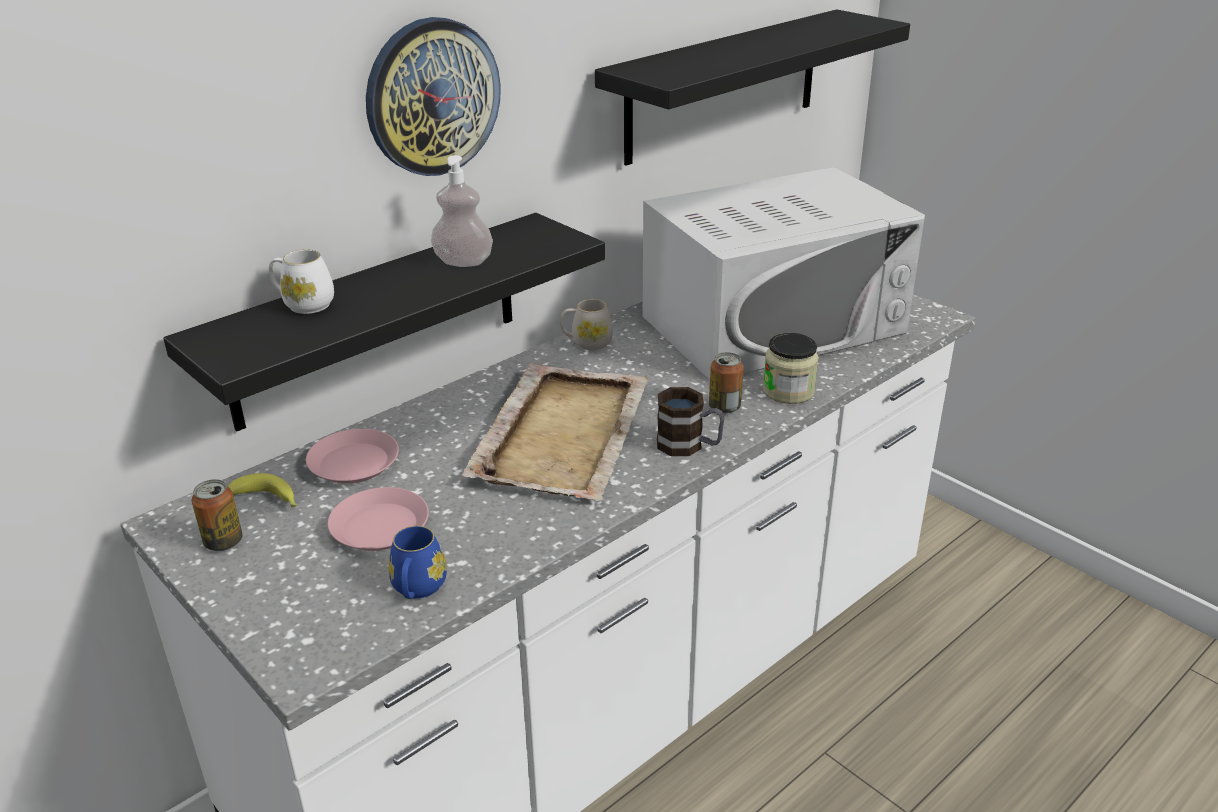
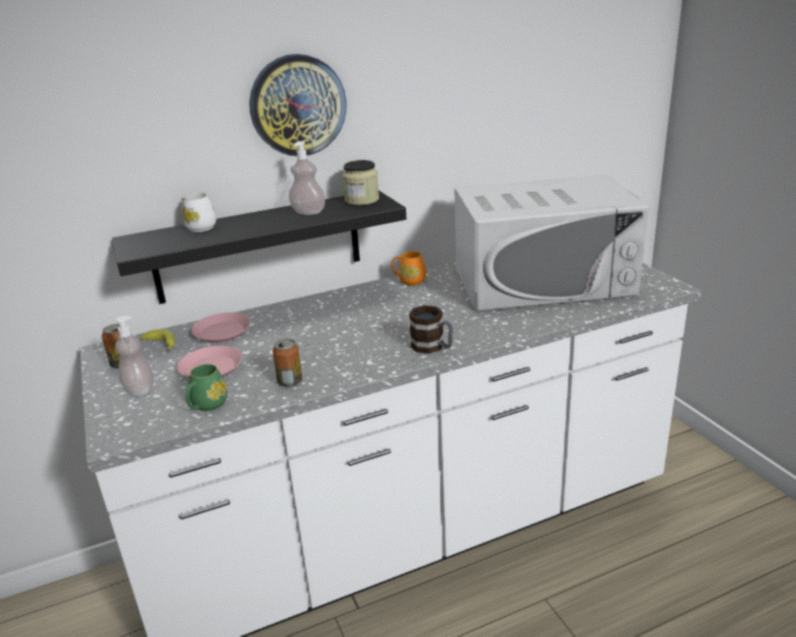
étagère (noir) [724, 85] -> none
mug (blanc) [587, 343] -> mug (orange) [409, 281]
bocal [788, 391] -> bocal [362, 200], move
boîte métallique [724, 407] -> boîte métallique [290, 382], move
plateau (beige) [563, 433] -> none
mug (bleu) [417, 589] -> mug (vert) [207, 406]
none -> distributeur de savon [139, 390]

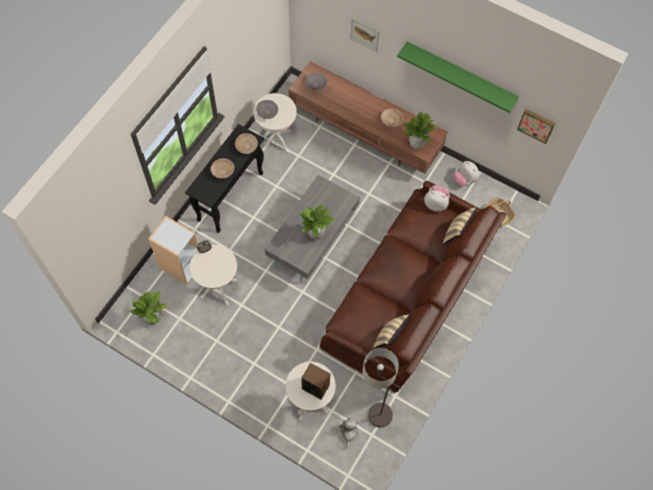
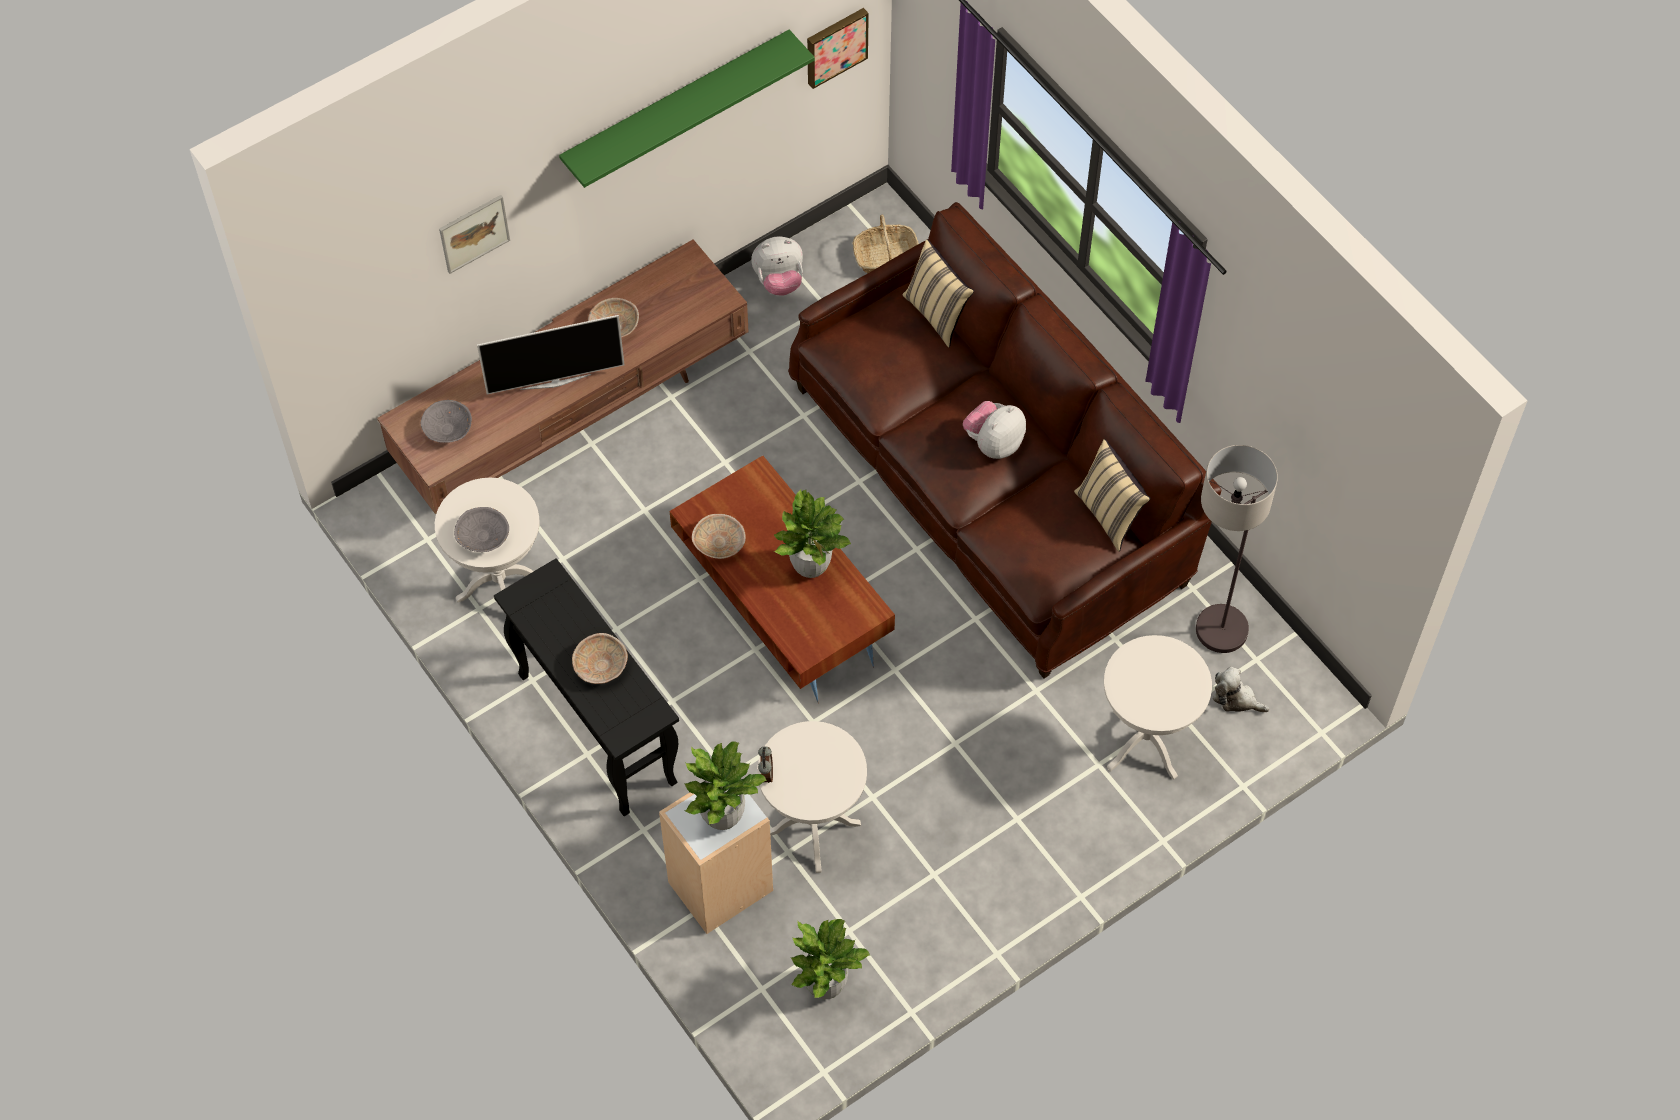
plante en pot [417, 144] -> plante en pot [722, 815], move
bol (beige) [246, 147] -> bol (beige) [720, 543], move
table basse (gris) [313, 240] -> table basse (marron) [783, 606]
peluche [436, 203] -> peluche [993, 443], move
enceinte [315, 387] -> none
none -> téléviseur [555, 381]

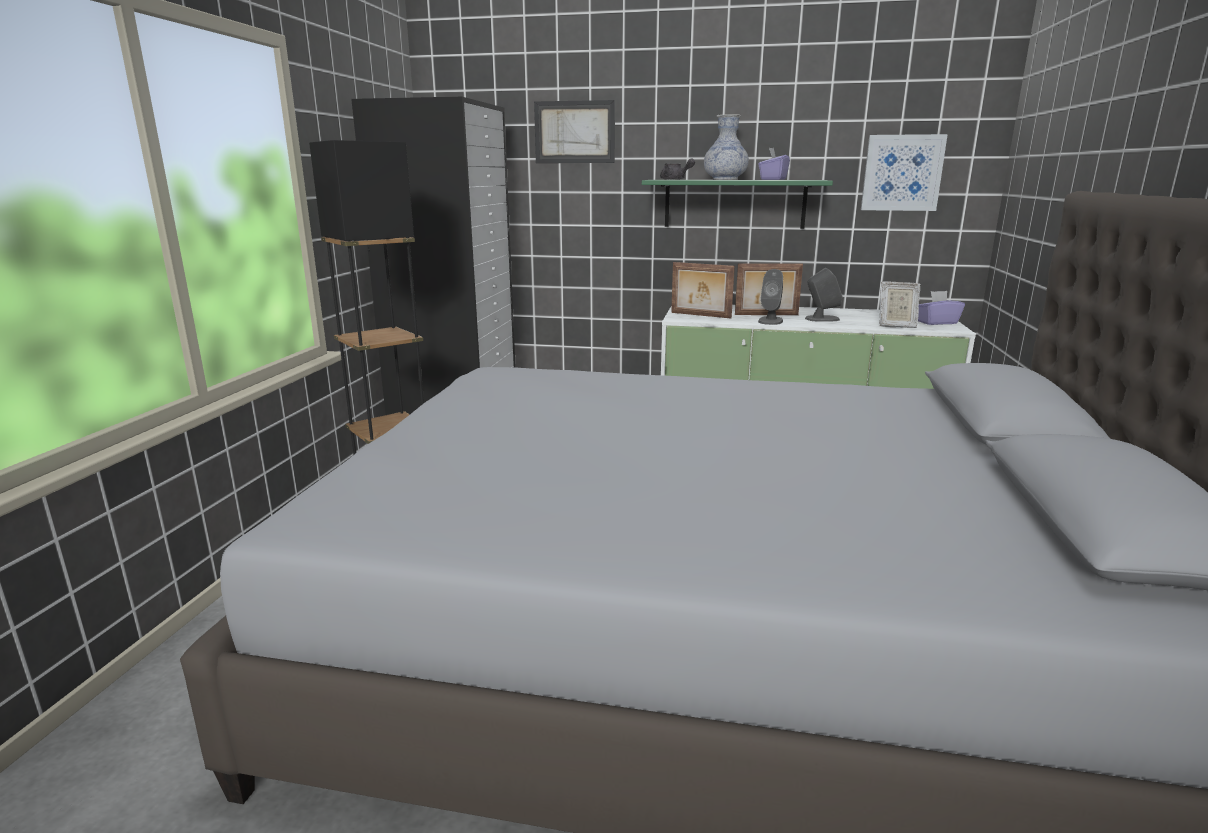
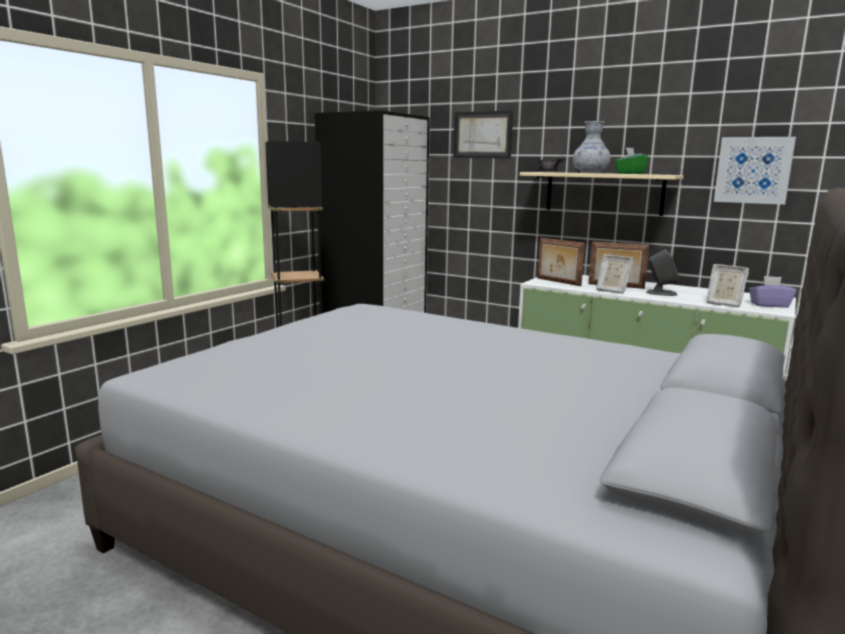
boîte à mouchoirs (violet) [772, 179] -> boîte à mouchoirs (vert) [630, 173]
étagère (vert) [734, 203] -> étagère (beige) [603, 193]
enceinte (gris) [770, 321] -> cadre photo [612, 291]

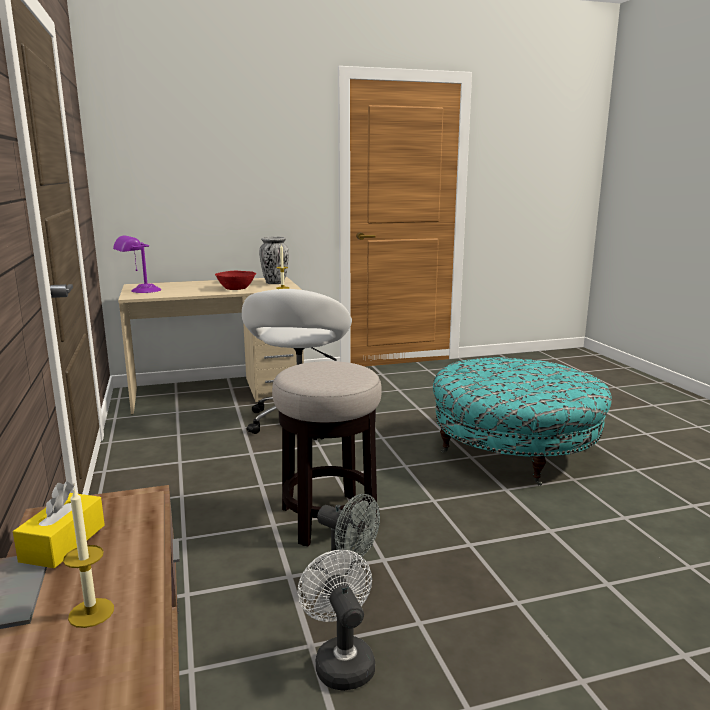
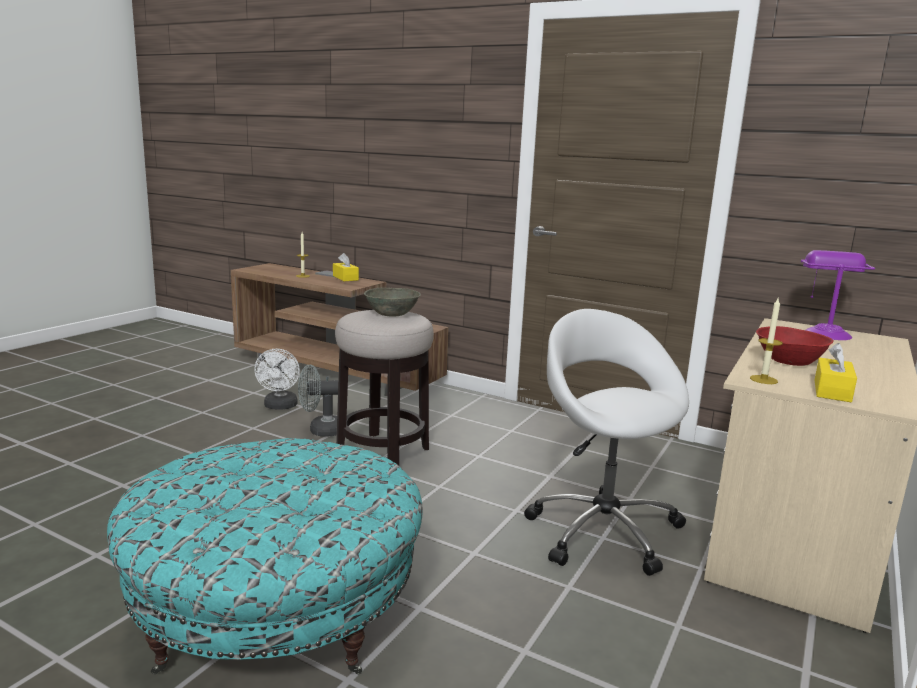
vase [275, 283] -> boîte à mouchoirs (jaune) [832, 391]
ventilateur (blanc) [341, 660] -> ventilateur (blanc) [280, 406], 60 degrees clockwise
none -> bol (gris) [392, 313]

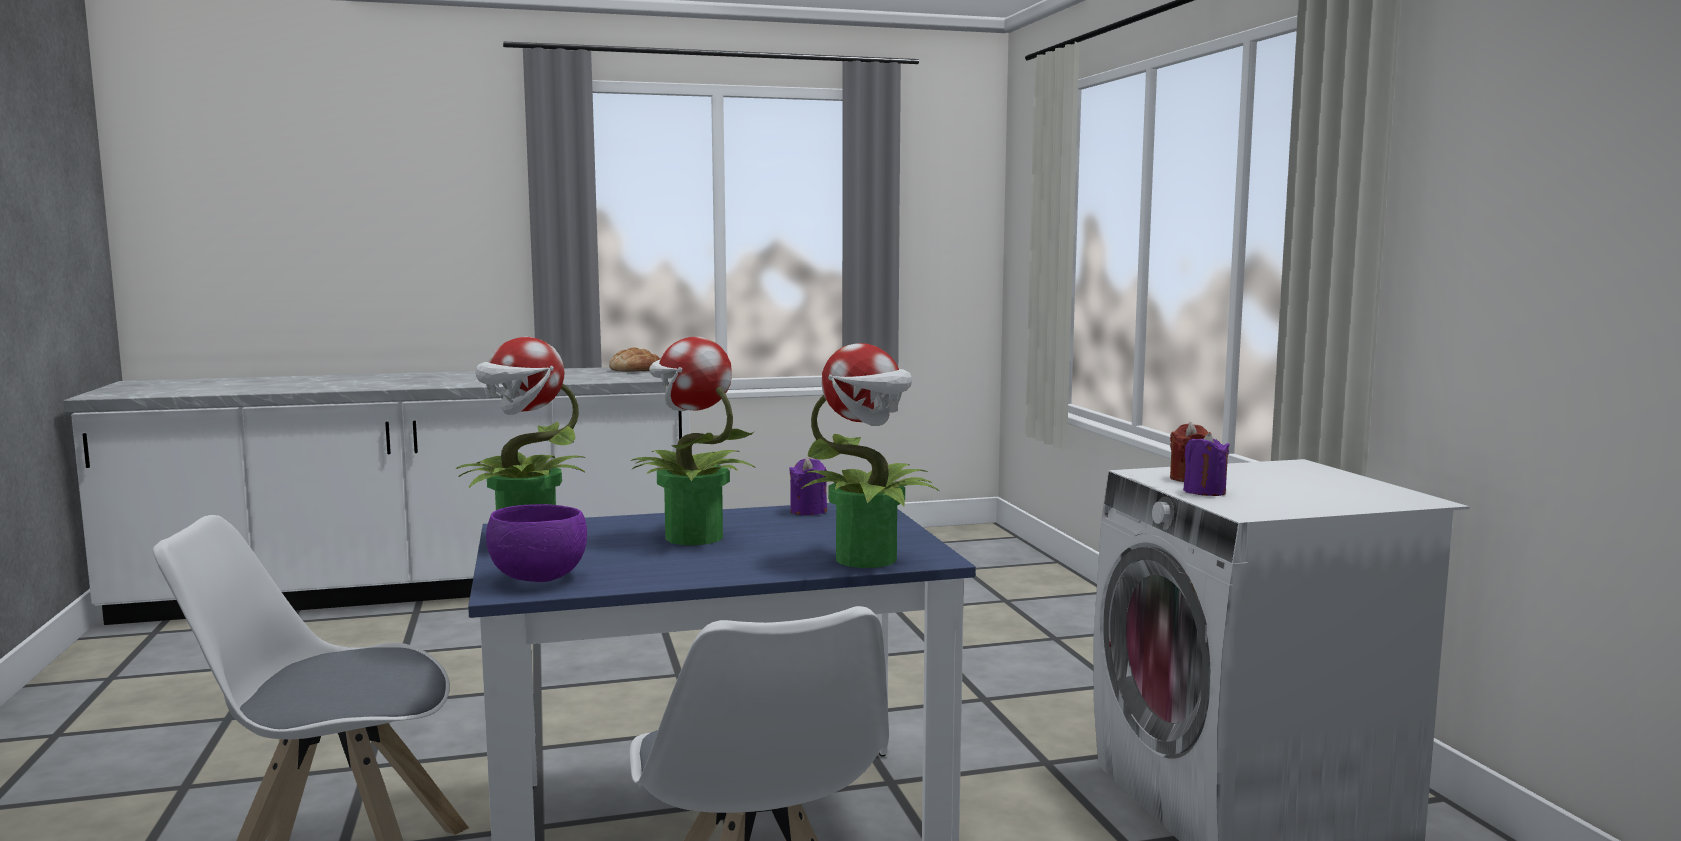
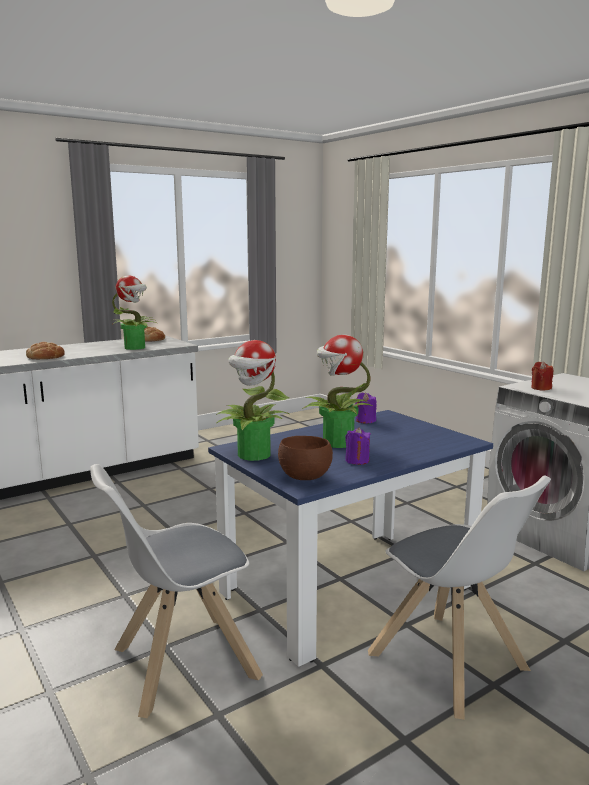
plante en pot [868, 559] -> plante en pot [135, 347], move
bougie (violet) [1204, 492] -> bougie (violet) [357, 460], move
bol (violet) [540, 579] -> bol (marron) [305, 477]
none -> pain [45, 357]

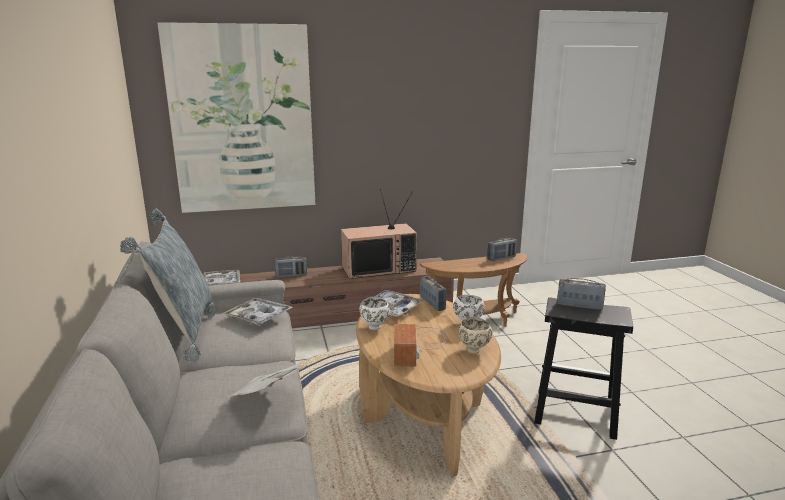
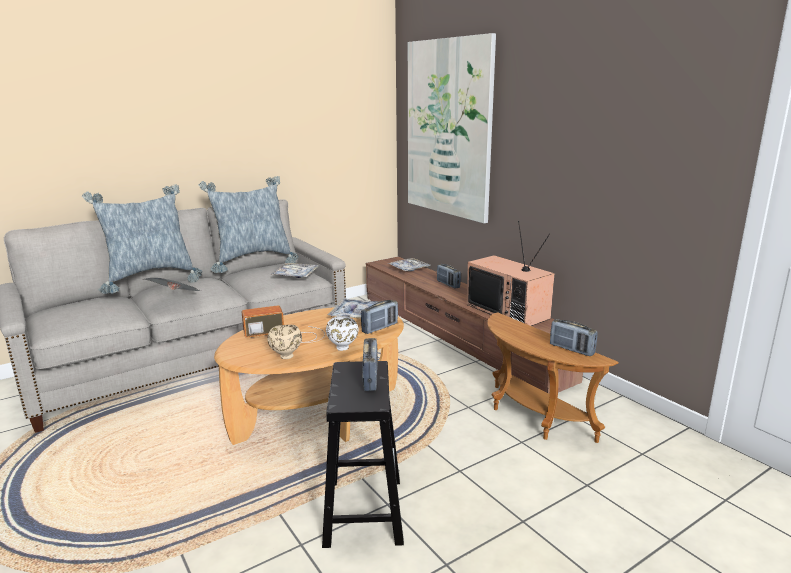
bol (blanc) [375, 327] -> none
none -> coussin [150, 285]

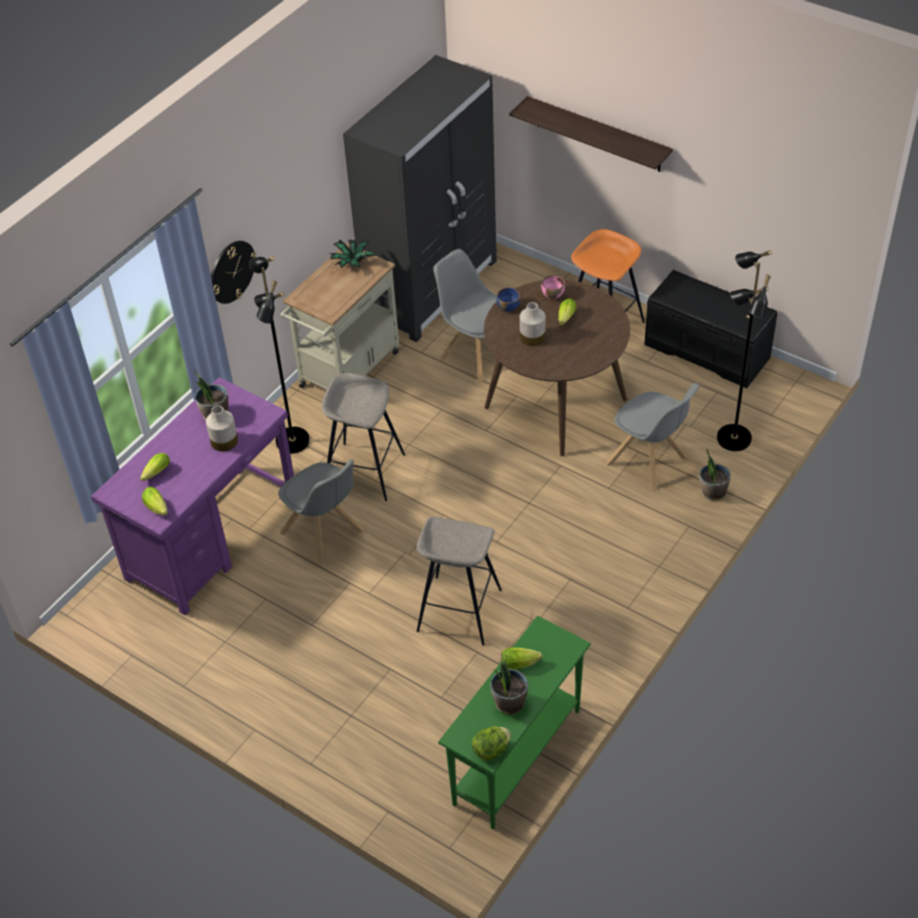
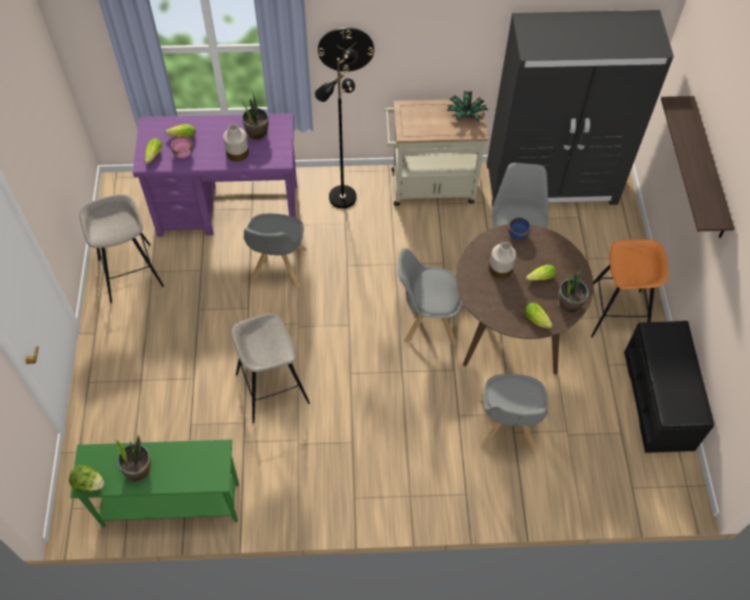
lampadaire (noir) [732, 438] -> none
bol (rose) [552, 294] -> bol (rose) [183, 153], move
tabouret (gris) [364, 471] -> tabouret (gris) [131, 272], move
plante en pot [712, 492] -> plante en pot [569, 304], move
laitue [522, 663] -> laitue [538, 320], move
none -> chaise (gris) [427, 322]

